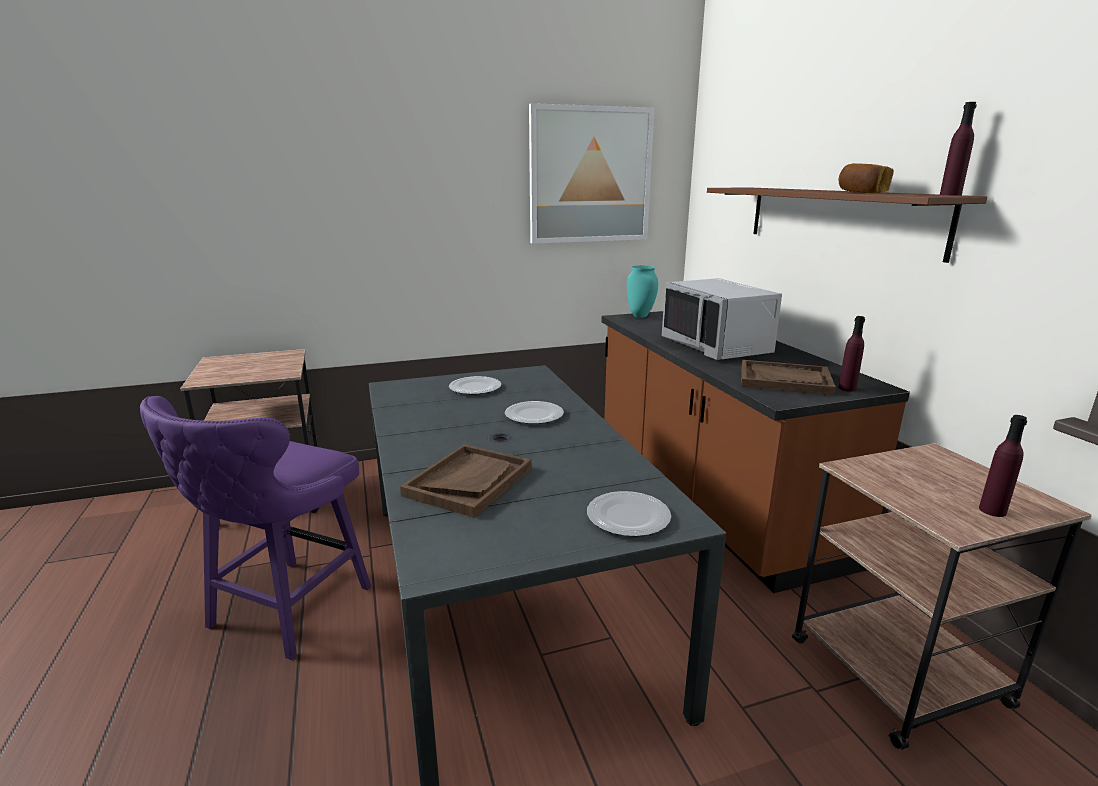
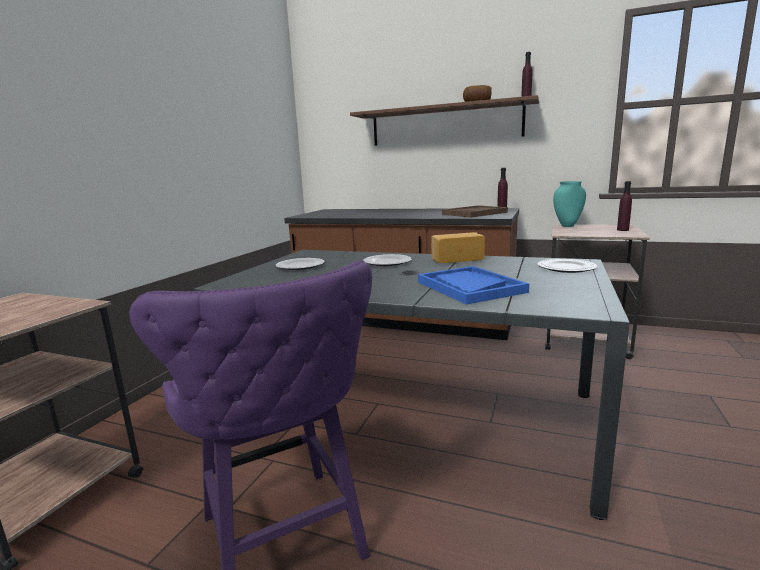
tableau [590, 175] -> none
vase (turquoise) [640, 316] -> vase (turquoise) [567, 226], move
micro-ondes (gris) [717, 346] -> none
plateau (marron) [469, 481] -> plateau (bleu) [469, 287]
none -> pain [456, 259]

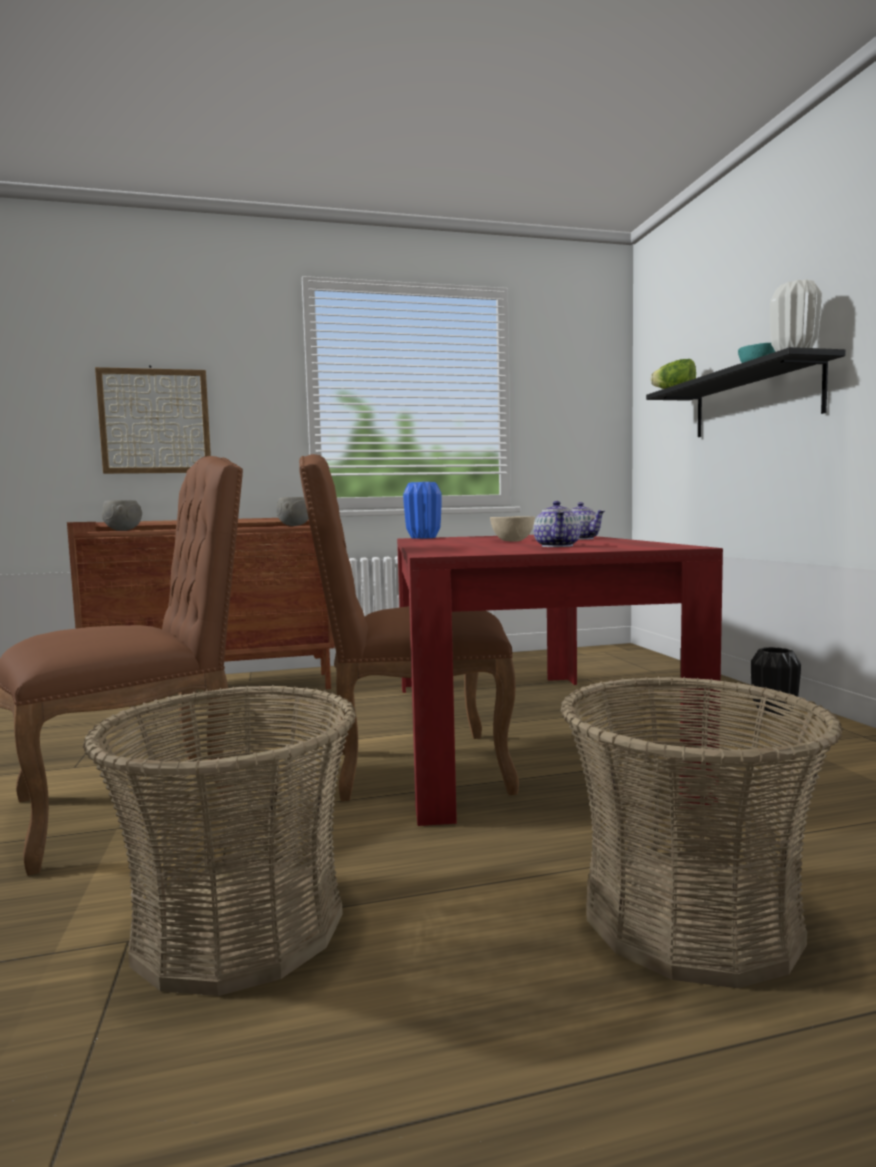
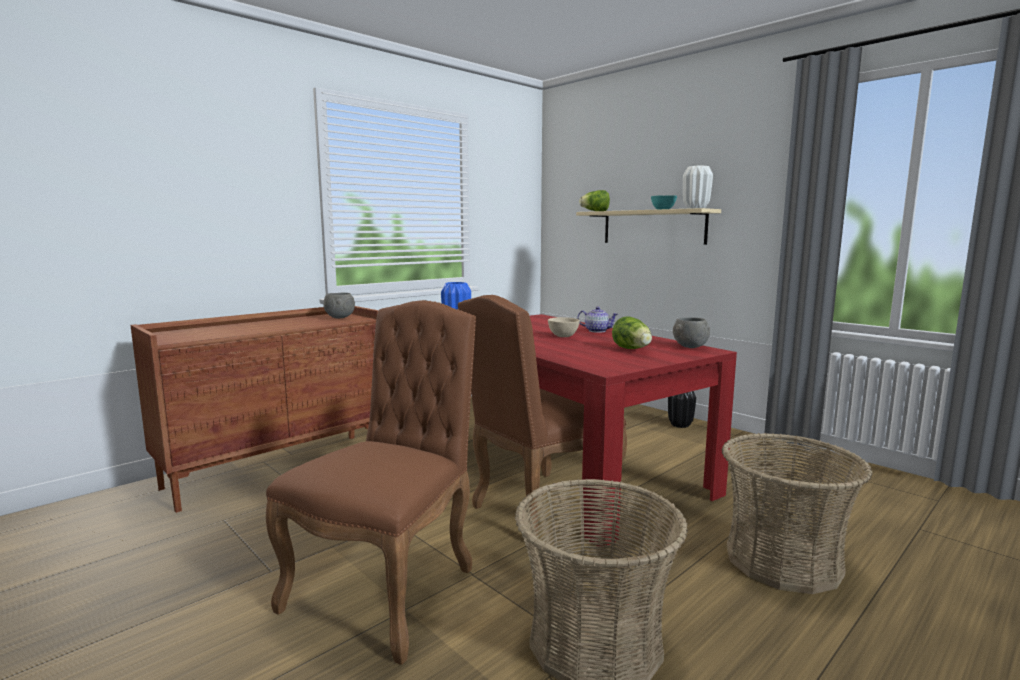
étagère (noir) [754, 401] -> étagère (beige) [653, 227]
tableau [155, 419] -> none
bol (gris) [122, 530] -> bol (gris) [689, 347], move
théière [557, 546] -> laitue [632, 349]

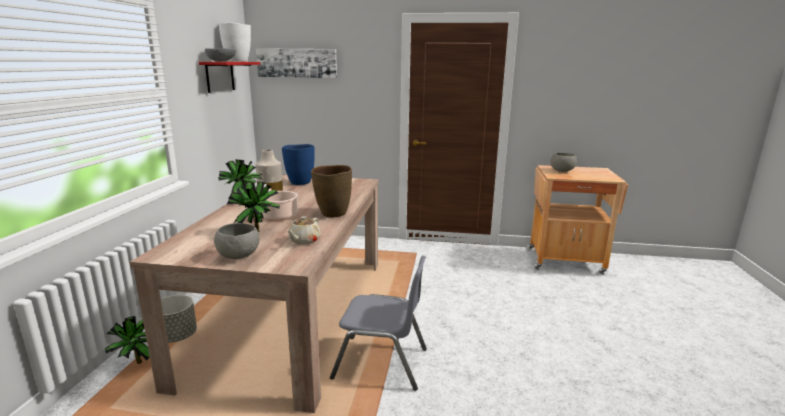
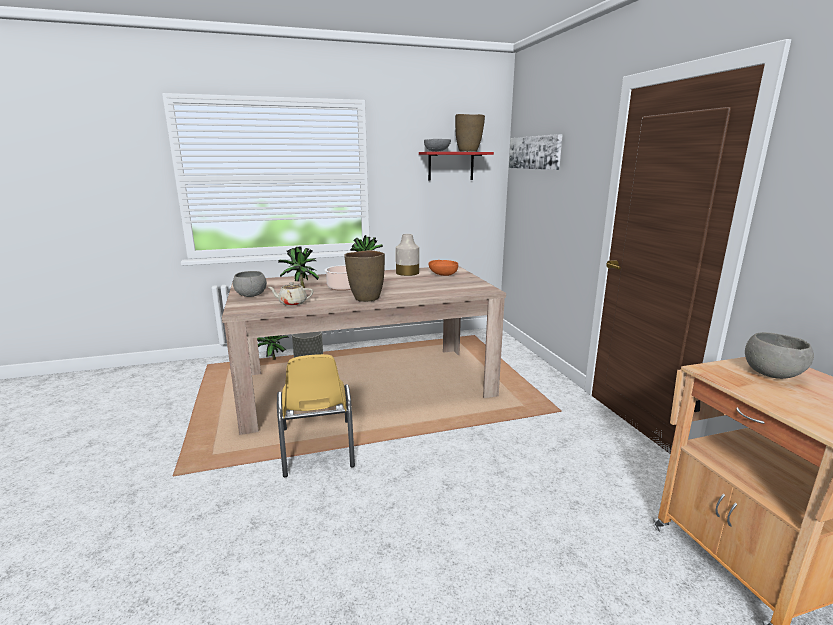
vase (blanc) [237, 61] -> vase (marron) [468, 151]
vase (bleu) [300, 182] -> bol (orange) [442, 275]
chaise (gris) [381, 363] -> chaise (jaune) [317, 447]

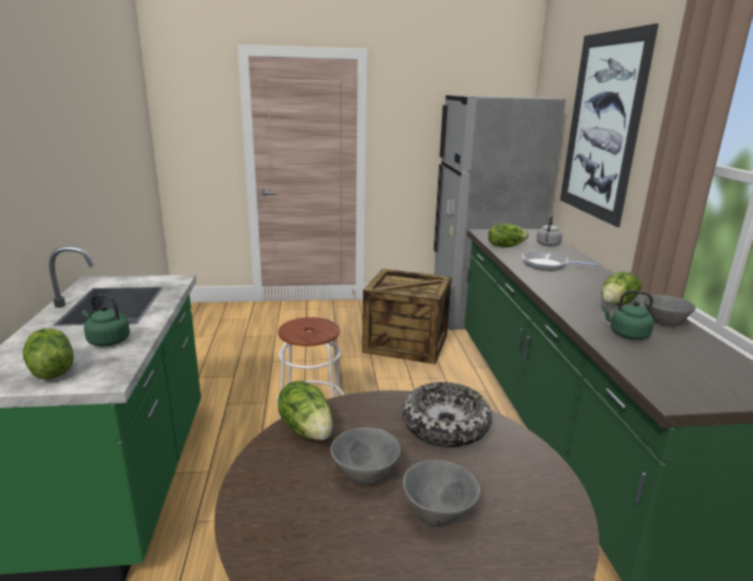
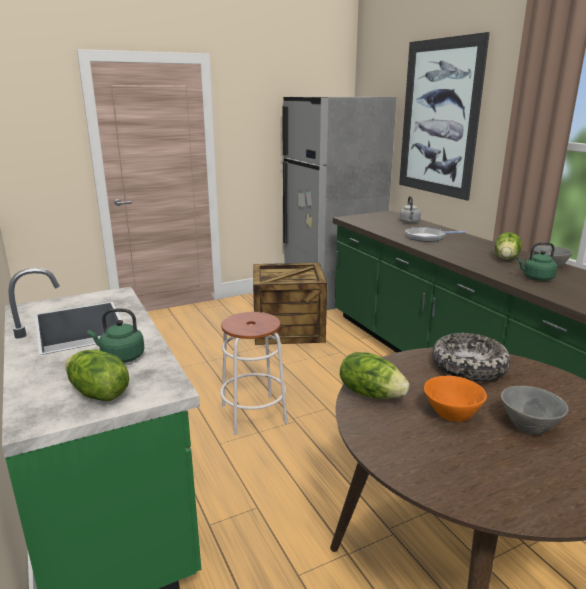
laitue [505, 246] -> none
bol (gris) [367, 473] -> bol (orange) [452, 413]

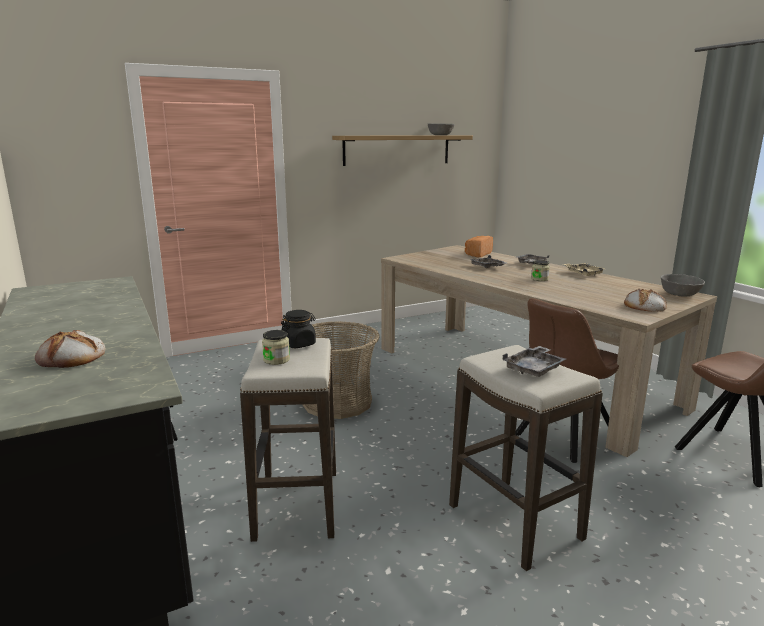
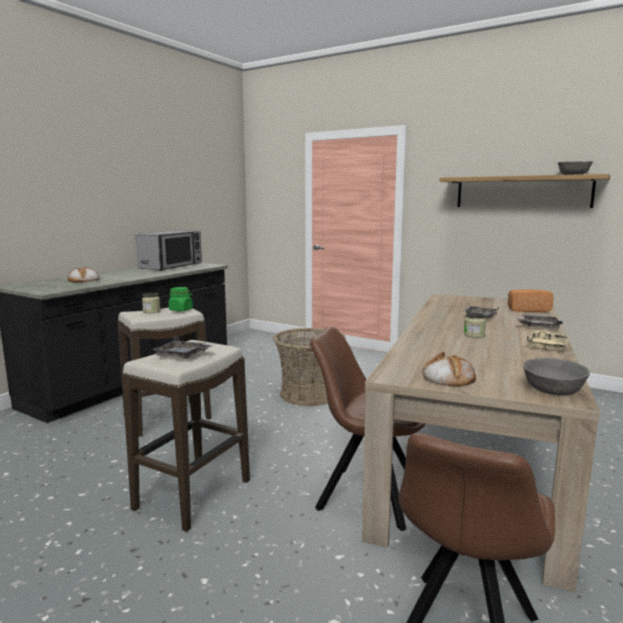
bocal (noir) [299, 344] -> bocal (vert) [181, 310]
none -> micro-ondes [171, 266]

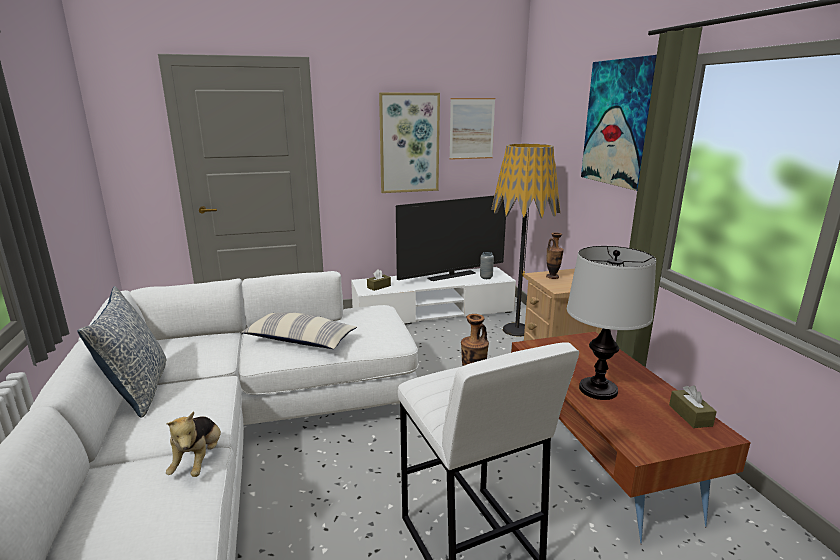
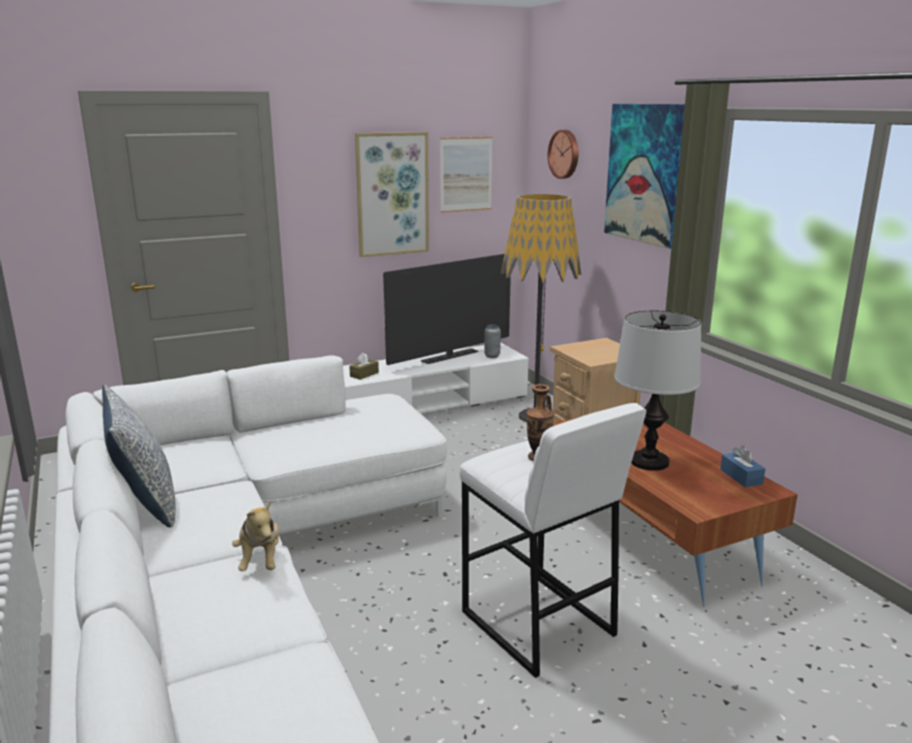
vase [552, 277] -> none
coussin [300, 341] -> none
boîte à mouchoirs (marron) [690, 415] -> boîte à mouchoirs (bleu) [741, 477]
none -> horloge murale [565, 154]

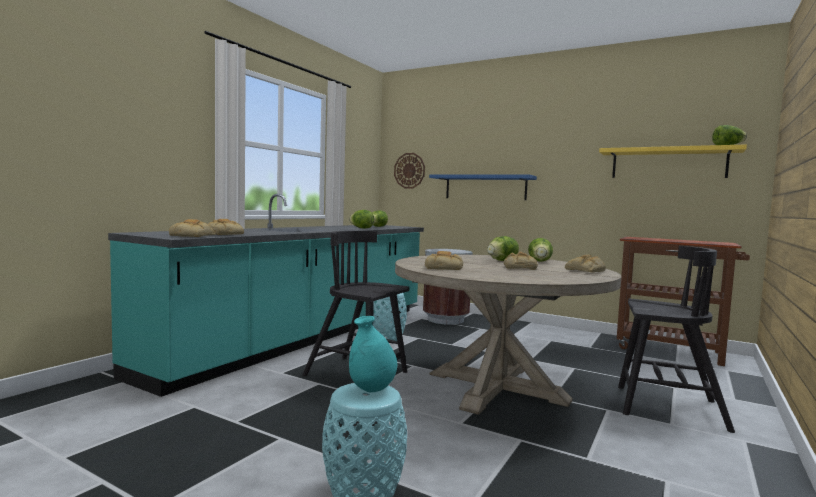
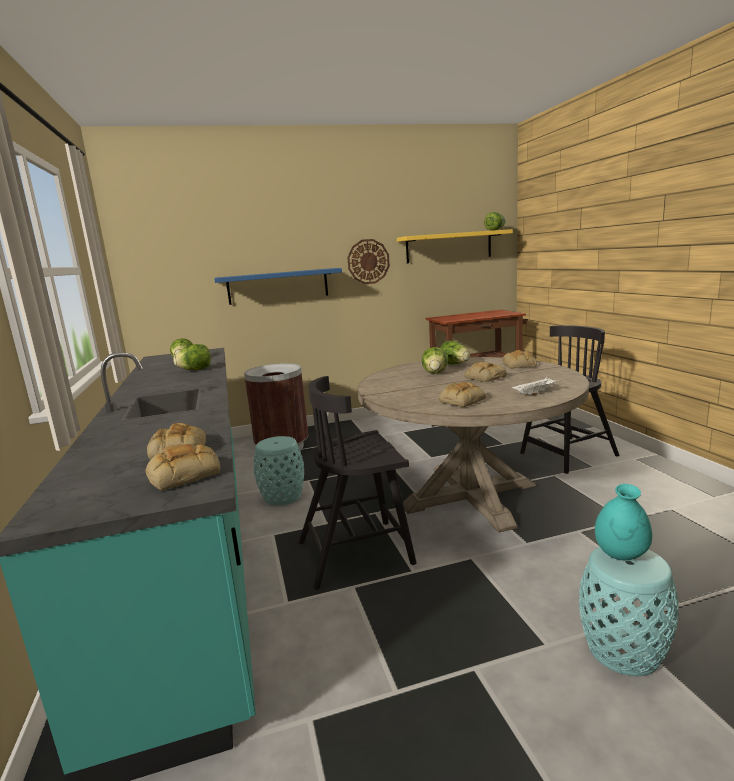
horloge murale [409, 170] -> horloge murale [368, 261], move
none -> plateau (blanc) [536, 393]

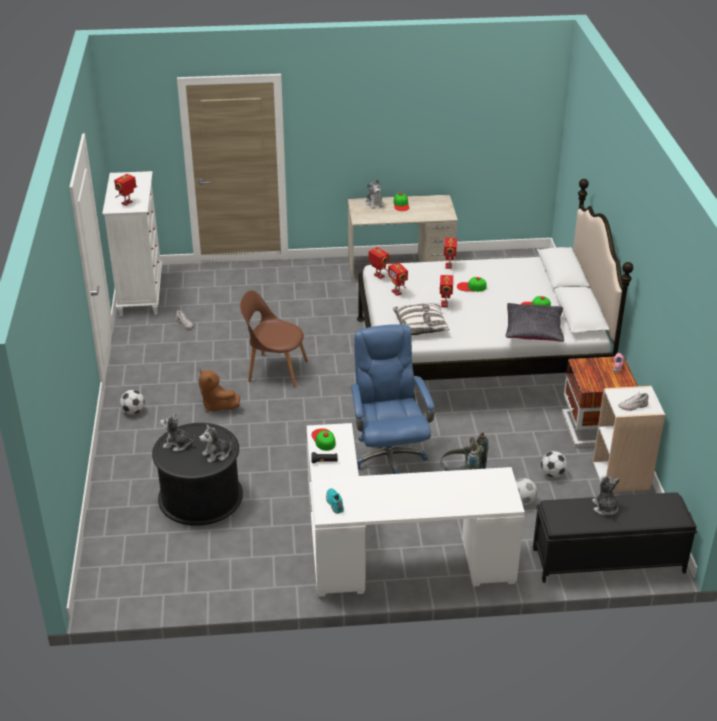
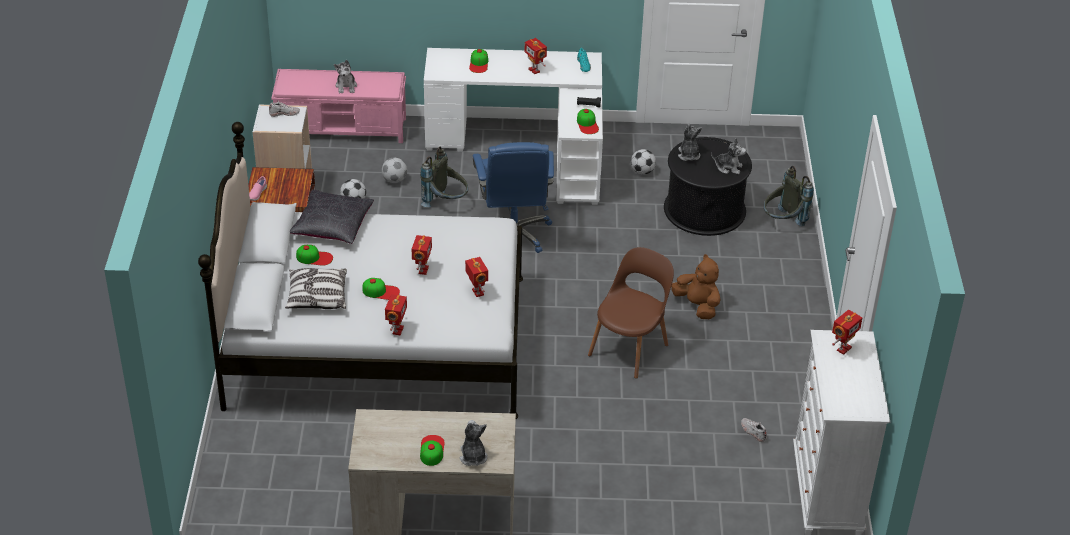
robot jouet [378, 276] -> robot jouet [534, 70], move
chaise (marron) [275, 370] -> chaise (marron) [630, 348], 75 degrees counterclockwise
coussin [420, 326] -> coussin [317, 297], move
ballon de foot [133, 411] -> ballon de foot [642, 172], move
peluche [217, 454] -> peluche [688, 155], 75 degrees counterclockwise
banc (noir) [607, 560] -> banc (rose) [342, 128]
none -> casquette [479, 64]
none -> sac à dos (gris) [783, 222]

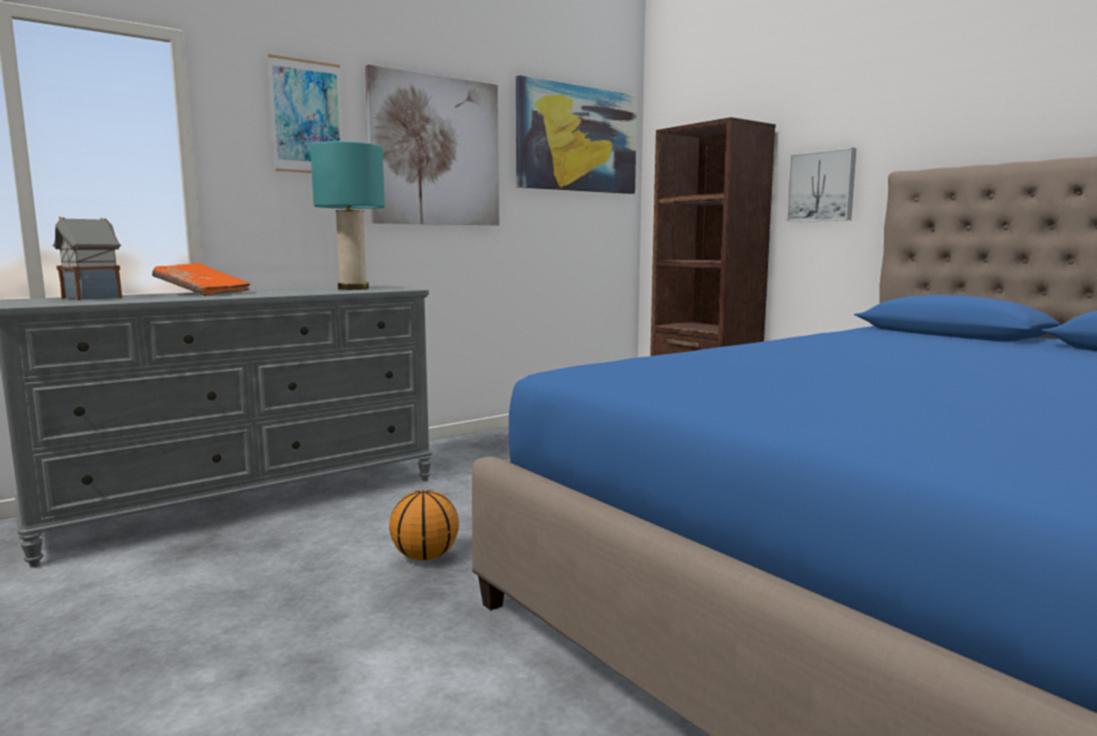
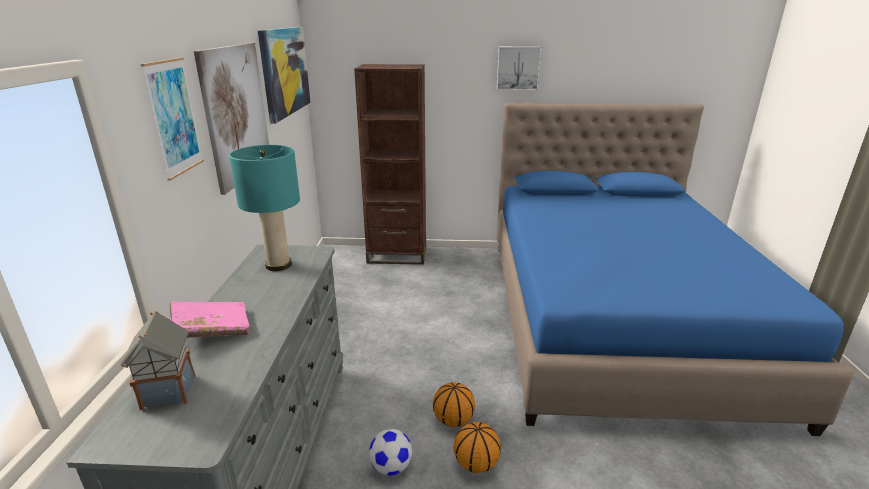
tableau [822, 186] -> tableau [518, 68], move
livre (orange) [202, 293] -> livre (rose) [212, 330]
none -> ballon de basket [475, 463]
none -> ballon de foot [391, 467]

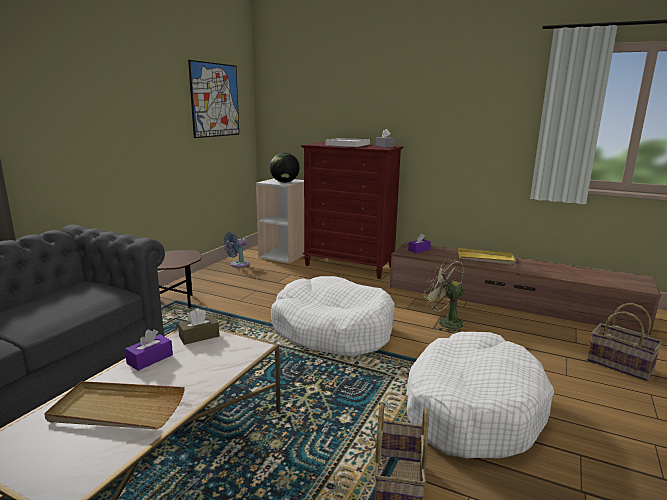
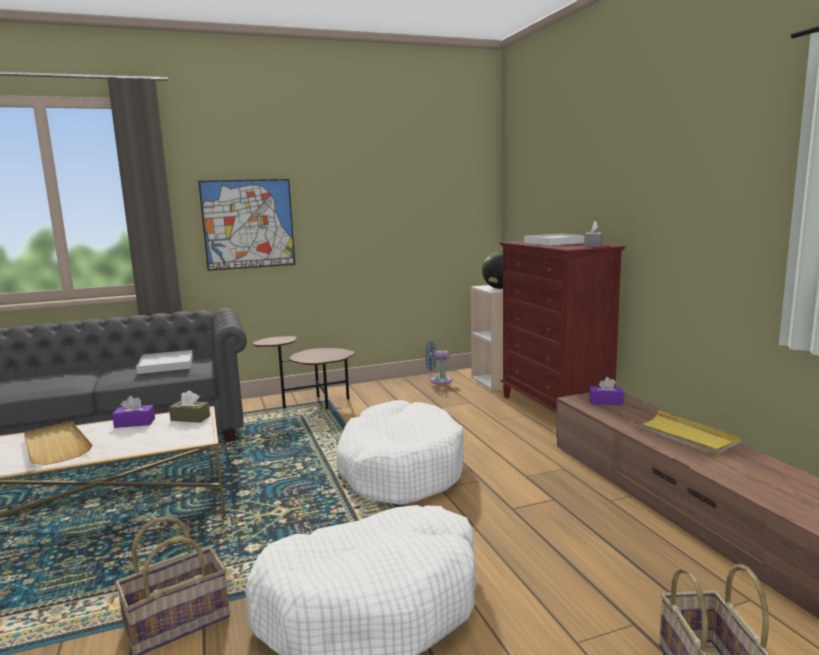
tableau [215, 100] -> tableau [248, 224], move
ventilateur (vert) [445, 322] -> none
none -> plateau (blanc) [166, 365]

